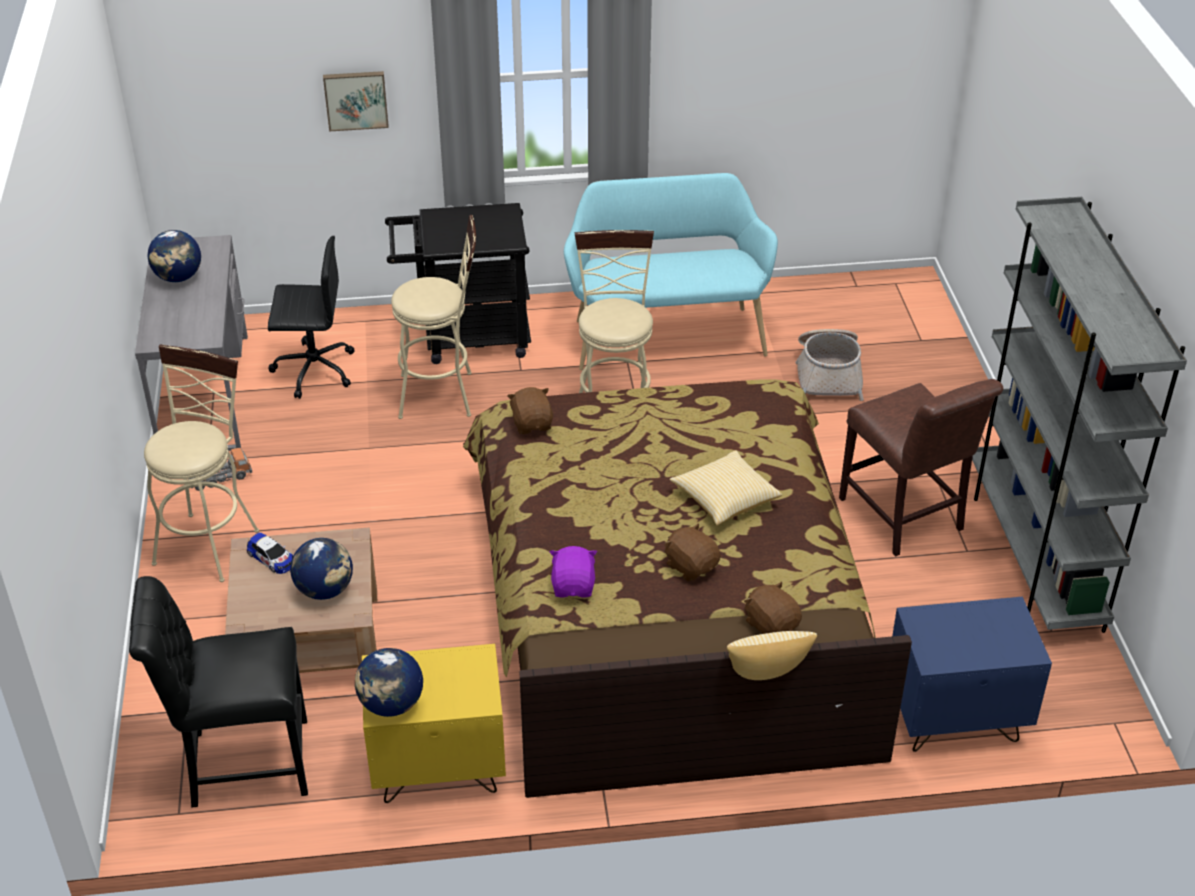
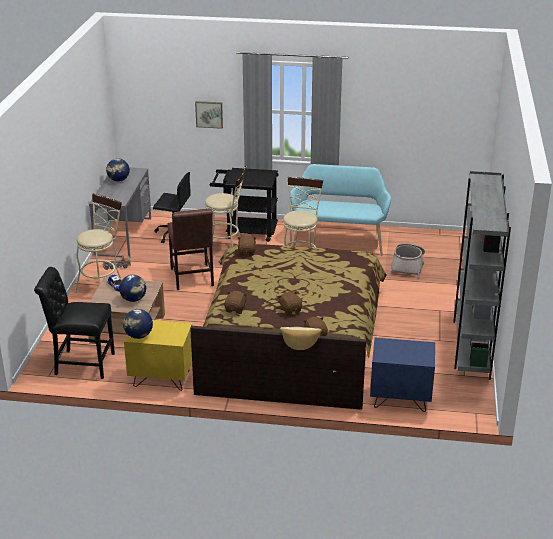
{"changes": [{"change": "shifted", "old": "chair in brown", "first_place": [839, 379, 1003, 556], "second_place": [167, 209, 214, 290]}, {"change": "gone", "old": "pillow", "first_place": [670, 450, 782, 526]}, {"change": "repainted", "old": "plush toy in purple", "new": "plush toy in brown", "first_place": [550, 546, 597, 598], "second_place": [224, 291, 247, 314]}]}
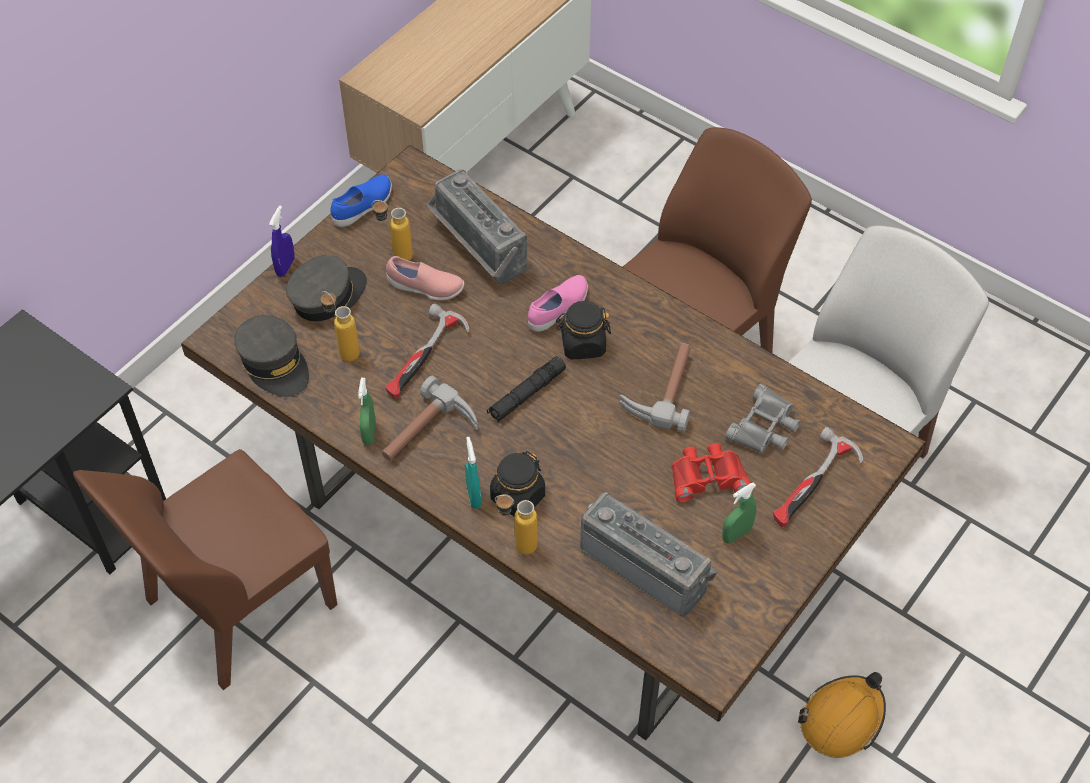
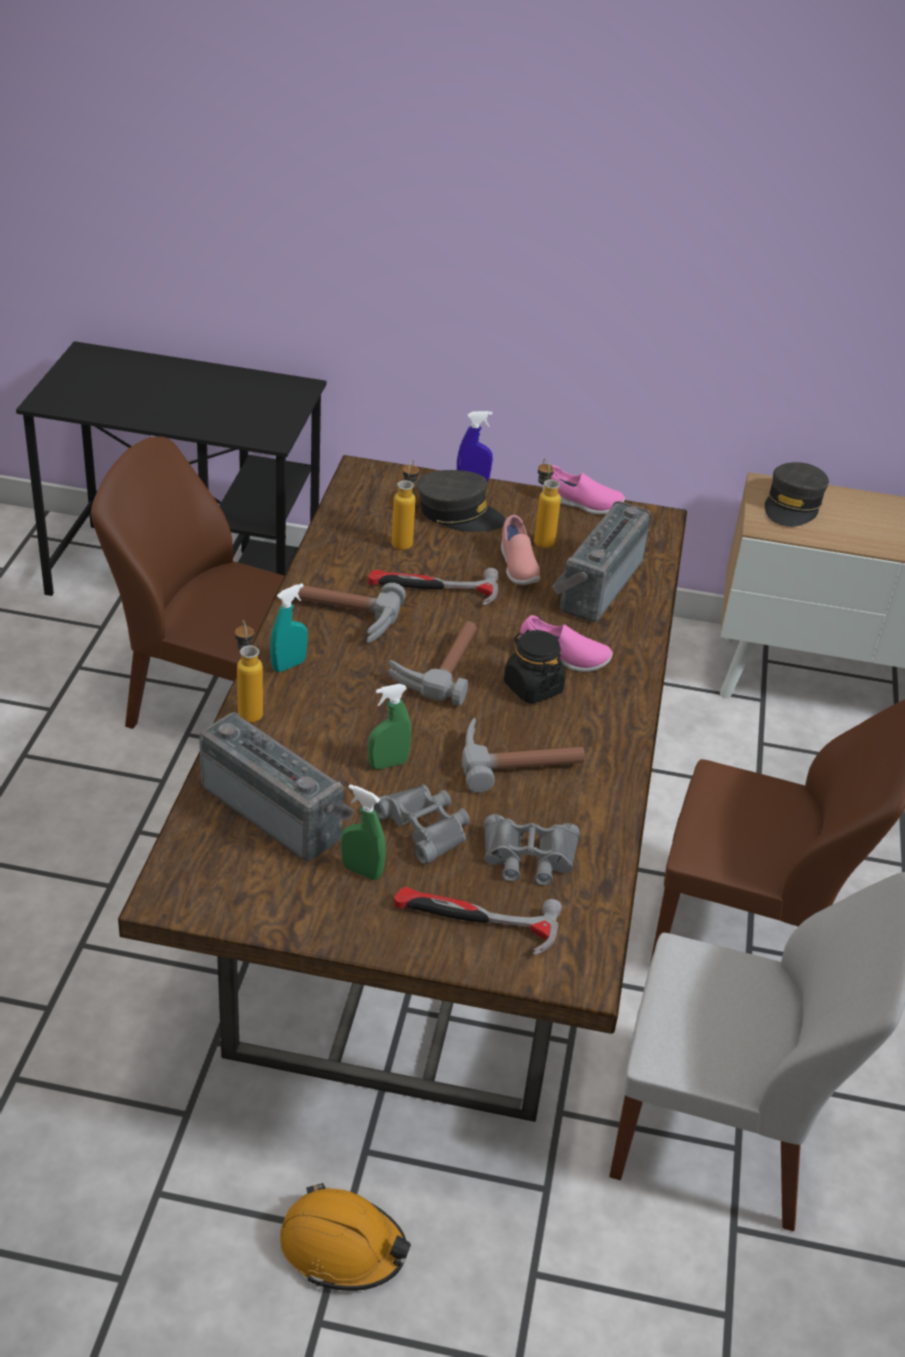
{"changes": [{"change": "repainted", "old": "shoe in blue", "new": "shoe in pink", "first_place": [330, 174, 392, 227], "second_place": [543, 465, 625, 514]}, {"change": "shifted", "old": "cap in grey", "first_place": [234, 315, 309, 397], "second_place": [765, 462, 829, 527]}, {"change": "swapped", "old": "flashlight in black", "new": "hammer", "first_place": [487, 356, 566, 422], "second_place": [388, 621, 477, 706]}, {"change": "shifted", "old": "spray bottle in green", "first_place": [358, 378, 376, 446], "second_place": [368, 684, 411, 770]}, {"change": "repainted", "old": "binoculars in red", "new": "binoculars in grey", "first_place": [671, 443, 751, 503], "second_place": [373, 784, 470, 864]}, {"change": "gone", "old": "jar in black", "first_place": [490, 451, 545, 516]}, {"change": "rotated", "old": "radio", "first_place": [580, 492, 718, 617], "second_place": [199, 712, 355, 862], "degrees": -60}]}
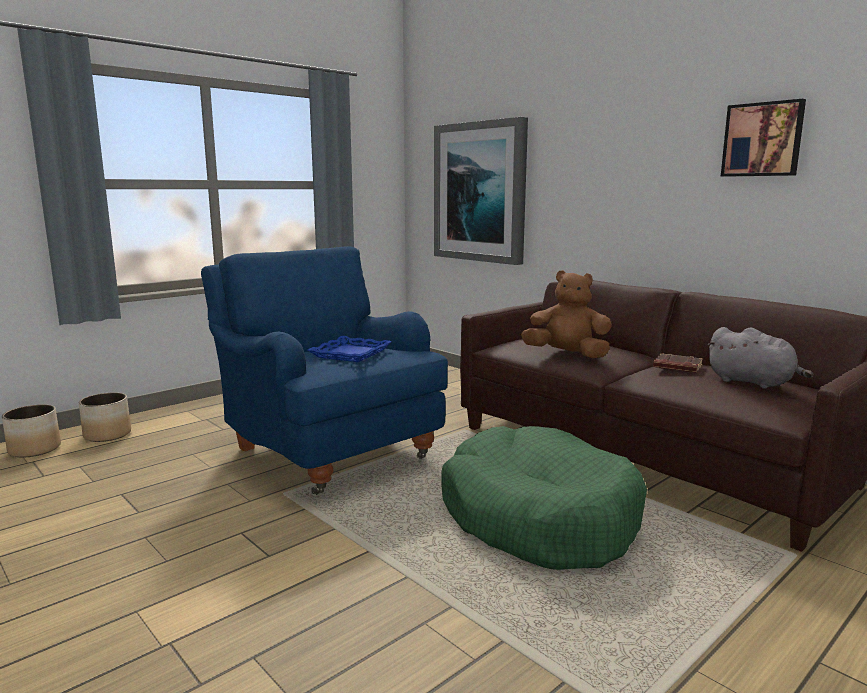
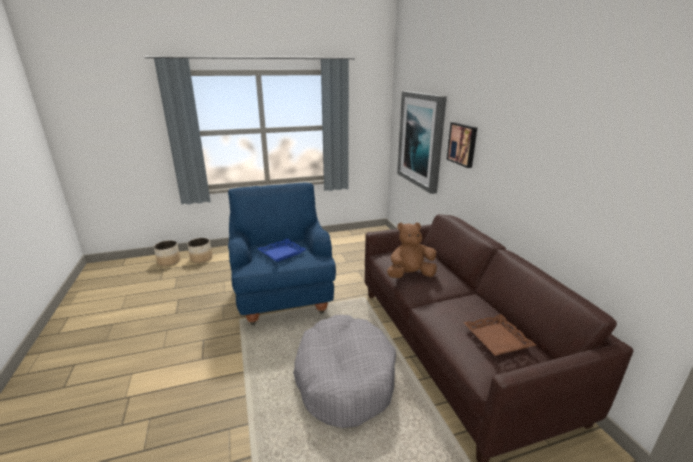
{"changes": [{"change": "shifted", "old": "picture", "first_place": [721, 99, 806, 177], "second_place": [447, 122, 477, 168]}, {"change": "rotated", "old": "plush toy in brown", "first_place": [521, 270, 612, 358], "second_place": [387, 222, 437, 278], "degrees": -60}, {"change": "swapped", "old": "plush toy in grey", "new": "tray in brown", "first_place": [707, 327, 813, 389], "second_place": [464, 314, 536, 356]}, {"change": "gone", "old": "book in brown", "first_place": [653, 353, 703, 373]}, {"change": "repainted", "old": "dog bed in green", "new": "dog bed in grey", "first_place": [441, 426, 647, 570], "second_place": [293, 315, 396, 428]}]}
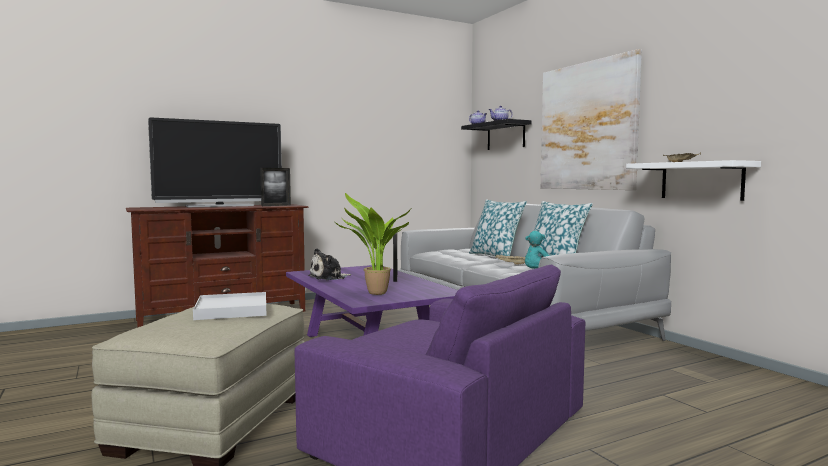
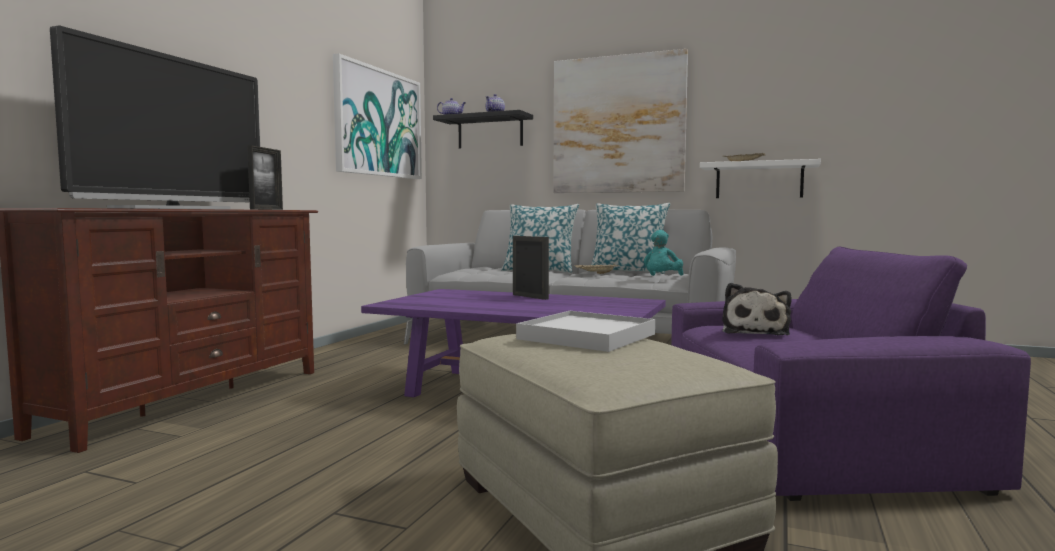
{"changes": [{"change": "gone", "old": "potted plant", "first_place": [335, 193, 411, 295]}, {"change": "shifted", "old": "plush toy", "first_place": [308, 248, 352, 280], "second_place": [722, 283, 792, 335]}, {"change": "new", "new": "picture", "second_place": [333, 53, 422, 179]}]}
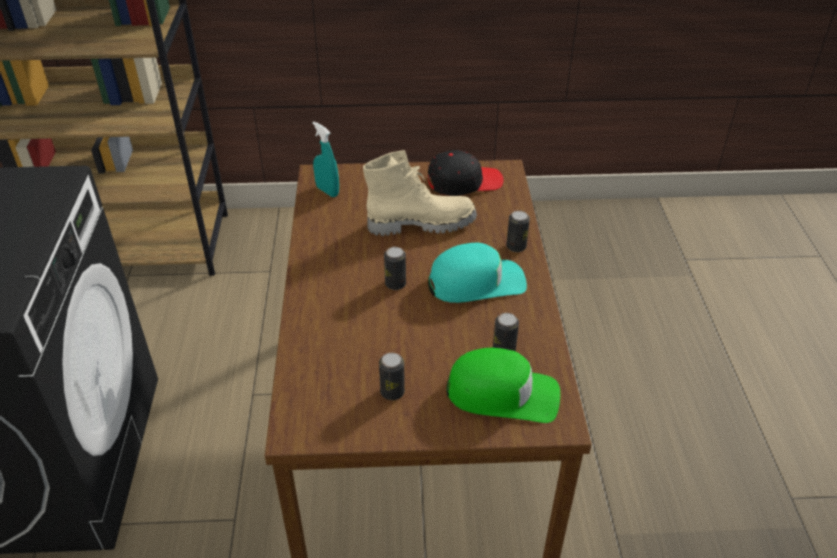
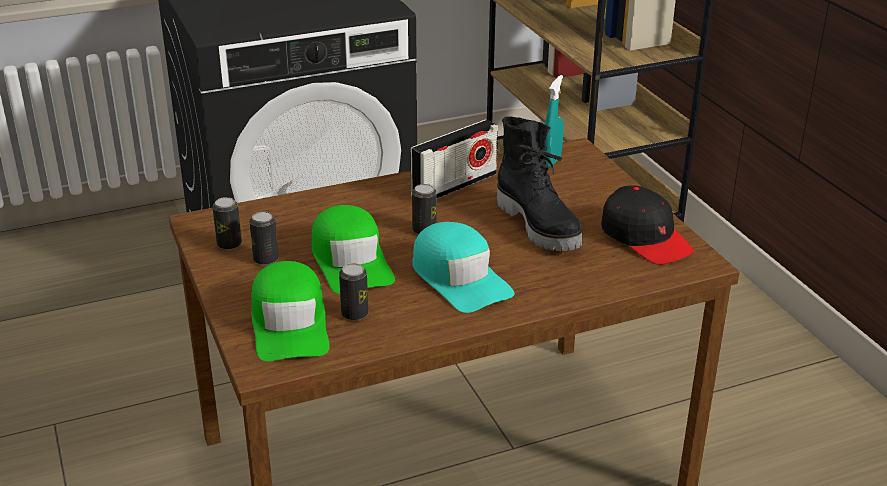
{"changes": [{"change": "repainted", "old": "boot in beige", "new": "boot in black", "first_place": [363, 150, 477, 236], "second_place": [497, 116, 582, 251]}, {"change": "shifted", "old": "can", "first_place": [506, 210, 530, 252], "second_place": [212, 197, 242, 250]}, {"change": "new", "new": "radio", "second_place": [411, 119, 498, 199]}, {"change": "new", "new": "cap in green", "second_place": [312, 205, 395, 294]}]}
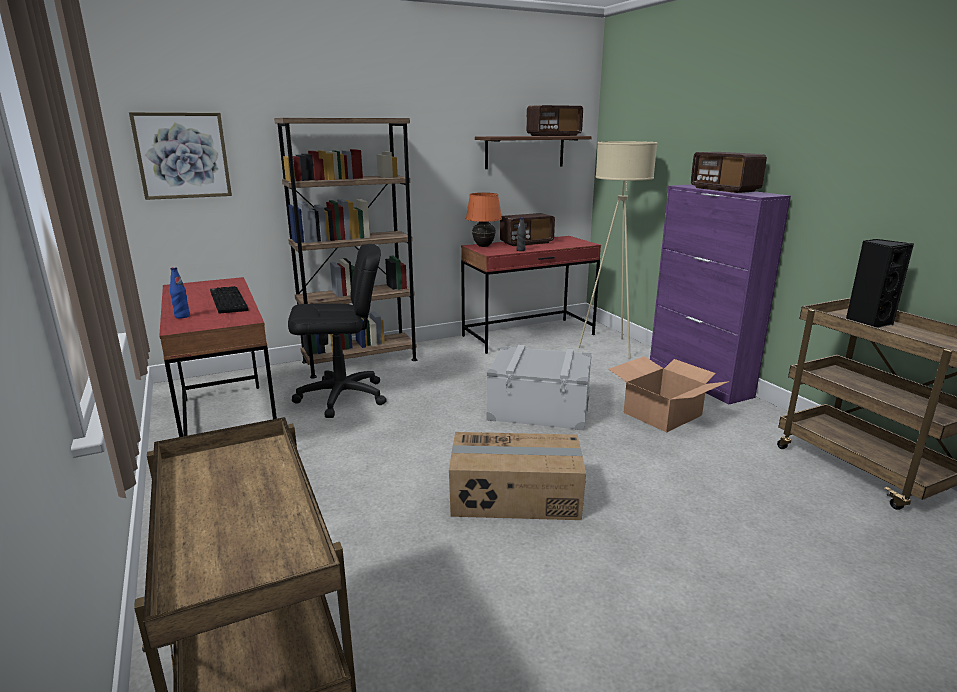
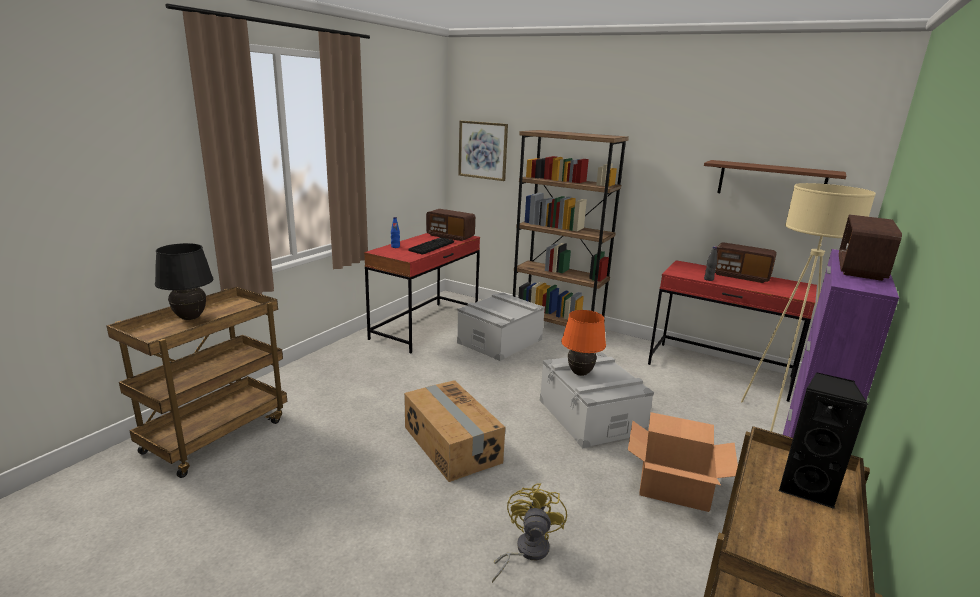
{"changes": [{"change": "shifted", "old": "radio", "first_place": [526, 105, 583, 136], "second_place": [426, 209, 475, 241]}, {"change": "shifted", "old": "table lamp in orange", "first_place": [466, 193, 502, 247], "second_place": [561, 310, 606, 376]}, {"change": "swapped", "old": "office chair in black", "new": "storage box in grey", "first_place": [288, 244, 387, 418], "second_place": [457, 292, 545, 361]}, {"change": "new", "new": "table lamp in black", "second_place": [155, 243, 213, 320]}, {"change": "new", "new": "fan in yellow", "second_place": [492, 483, 567, 583]}]}
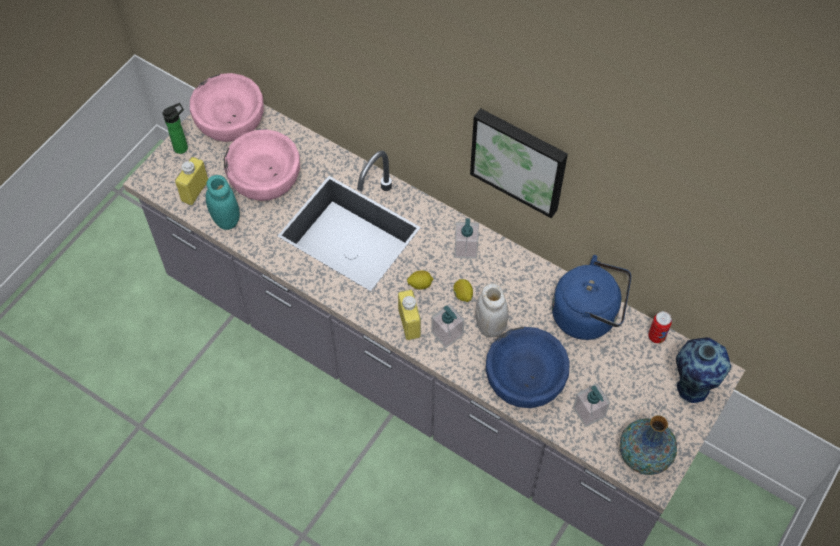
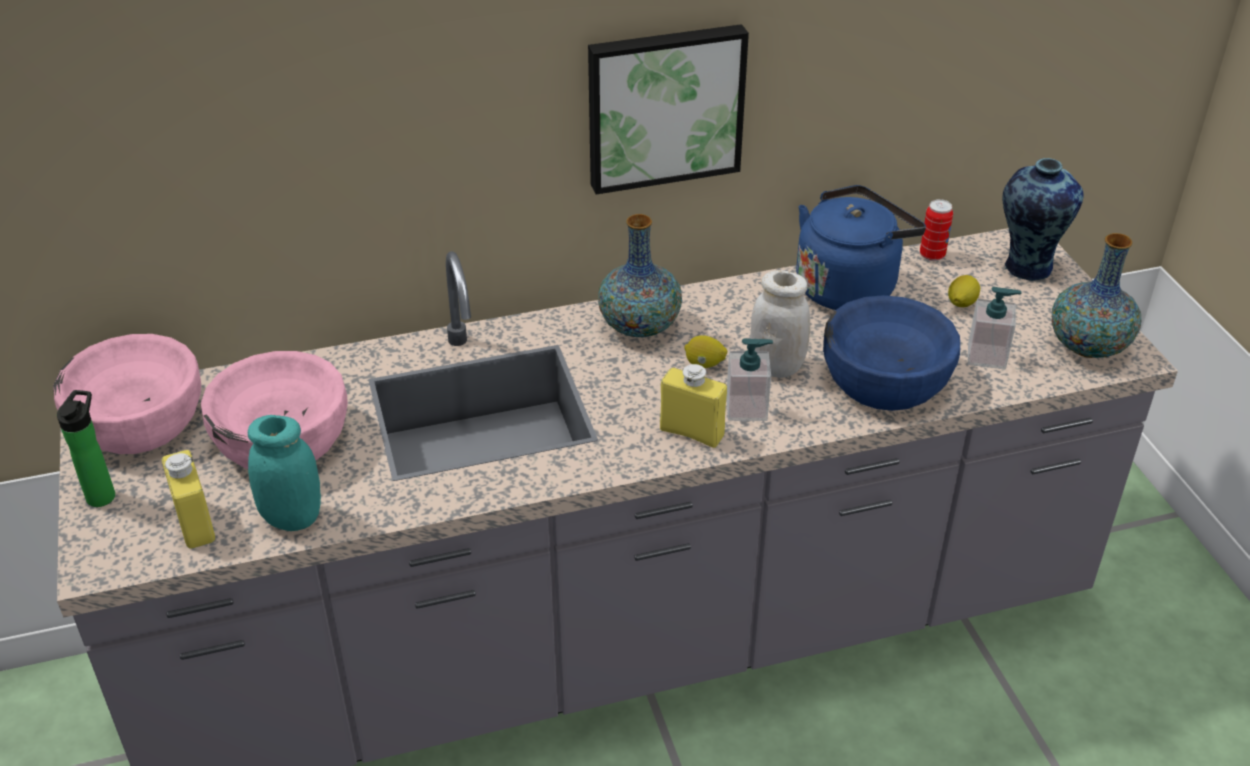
{"changes": [{"change": "swapped", "old": "soap dispenser", "new": "vase", "first_place": [455, 218, 479, 259], "second_place": [598, 214, 682, 337]}, {"change": "shifted", "old": "lemon", "first_place": [407, 270, 433, 290], "second_place": [948, 275, 980, 307]}]}
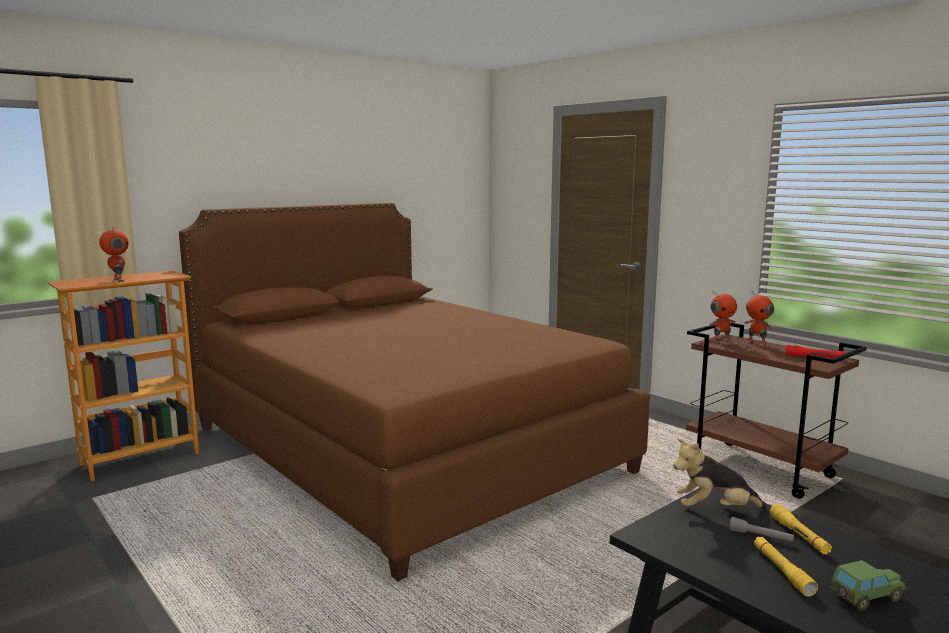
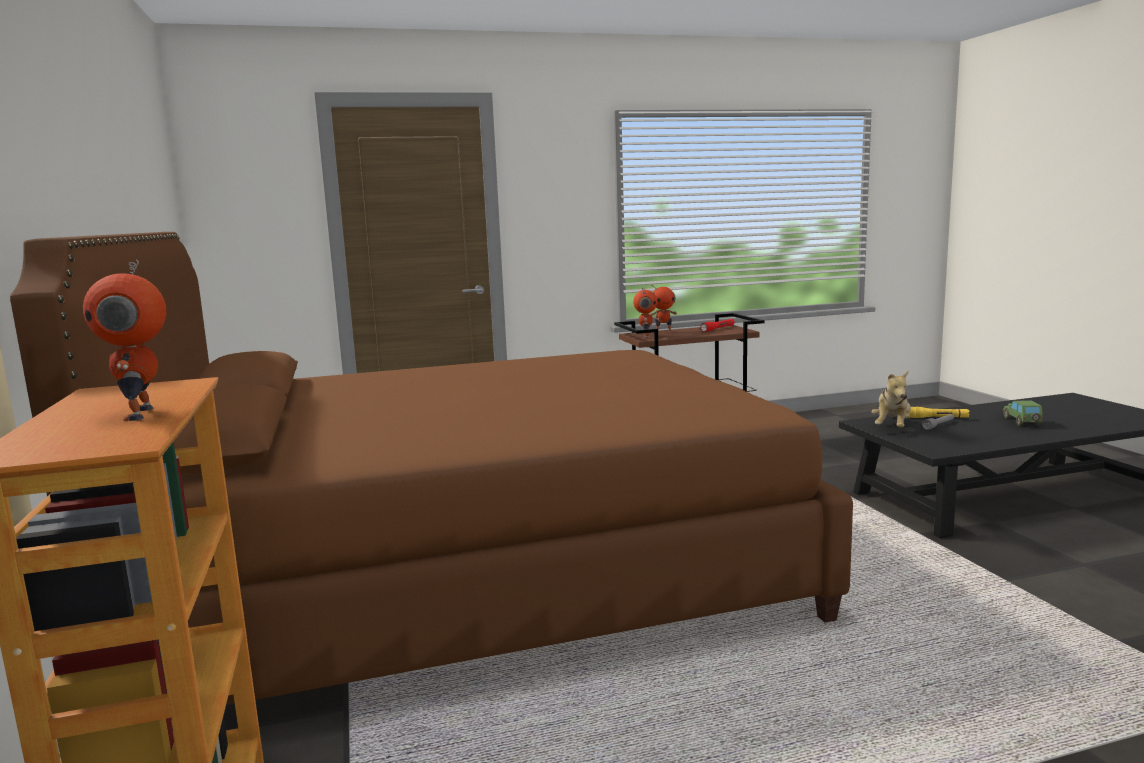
{"changes": [{"change": "rotated", "old": "toy robot", "first_place": [99, 226, 129, 282], "second_place": [83, 260, 166, 421], "degrees": -90}, {"change": "gone", "old": "flashlight in yellow", "first_place": [754, 537, 818, 597]}]}
